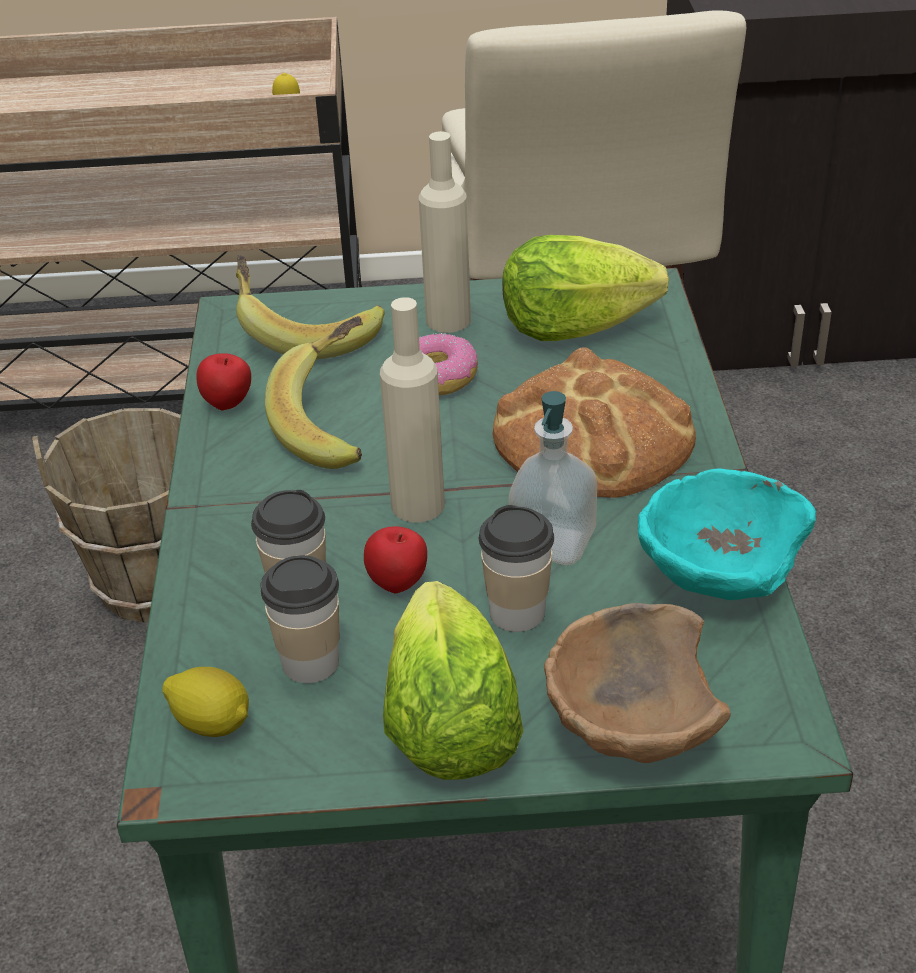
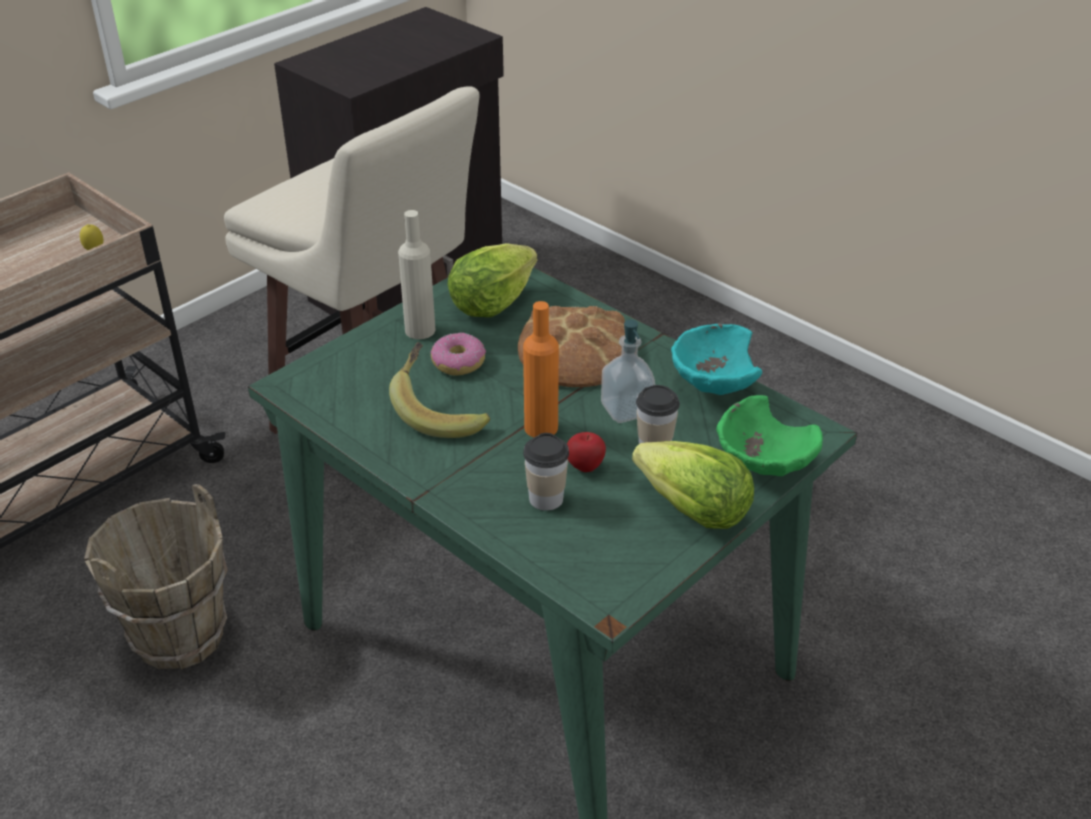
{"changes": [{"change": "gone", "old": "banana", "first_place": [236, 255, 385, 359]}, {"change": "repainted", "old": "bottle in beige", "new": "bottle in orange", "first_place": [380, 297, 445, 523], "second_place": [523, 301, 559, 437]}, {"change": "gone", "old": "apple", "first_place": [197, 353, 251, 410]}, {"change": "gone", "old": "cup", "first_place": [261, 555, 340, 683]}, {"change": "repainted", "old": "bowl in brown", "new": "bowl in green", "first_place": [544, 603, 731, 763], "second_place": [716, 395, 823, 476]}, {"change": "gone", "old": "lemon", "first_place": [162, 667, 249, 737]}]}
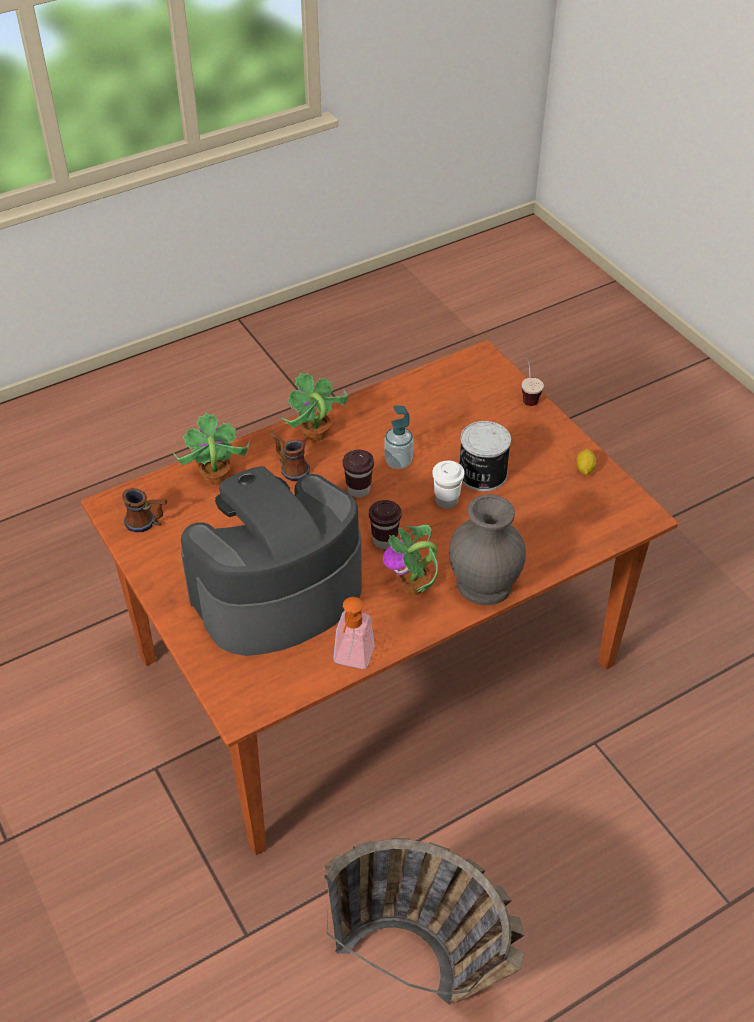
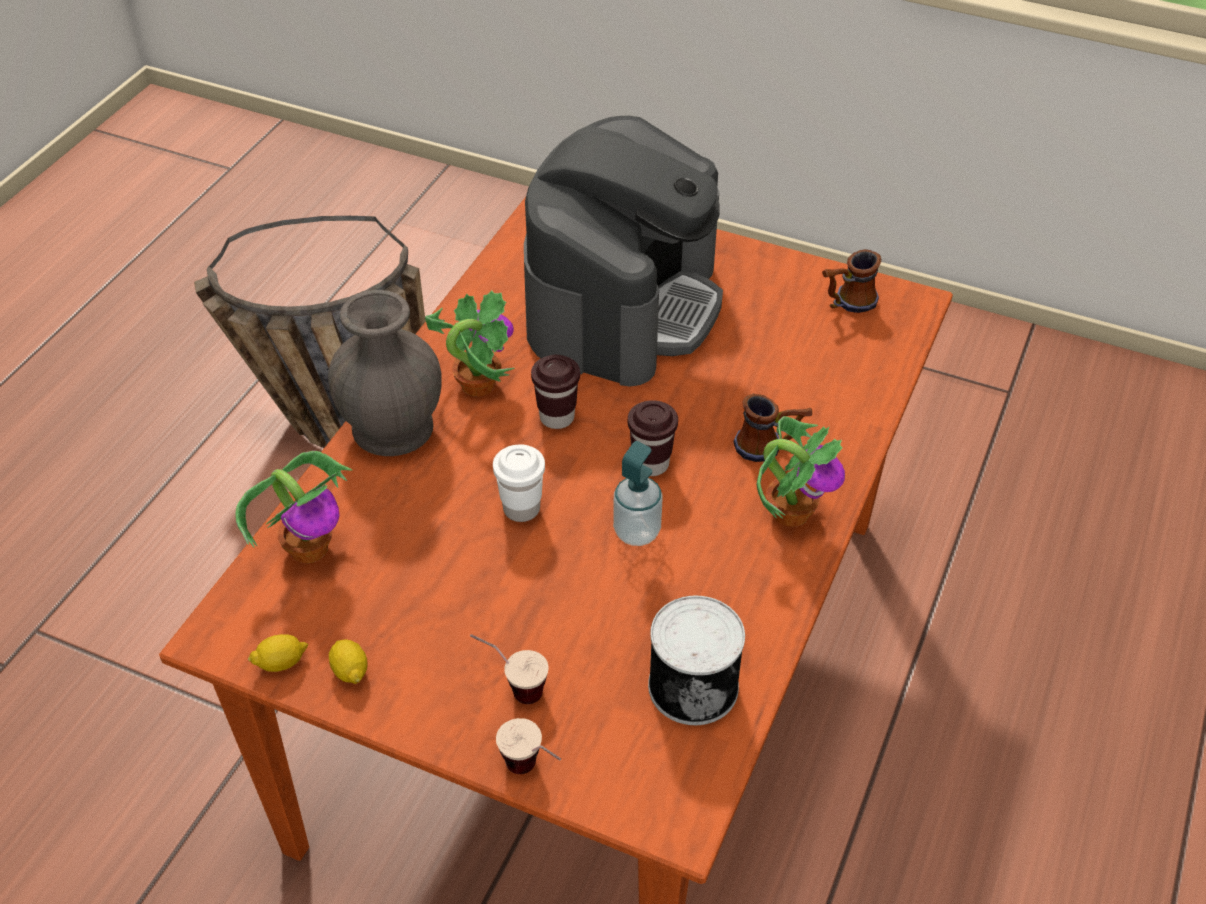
{"changes": [{"change": "shifted", "old": "potted plant", "first_place": [172, 413, 250, 485], "second_place": [235, 451, 352, 563]}, {"change": "shifted", "old": "can", "first_place": [460, 421, 511, 491], "second_place": [648, 596, 745, 725]}, {"change": "gone", "old": "soap dispenser", "first_place": [334, 597, 375, 669]}, {"change": "new", "new": "lemon", "second_place": [248, 634, 308, 672]}, {"change": "new", "new": "cup", "second_place": [470, 634, 549, 704]}]}
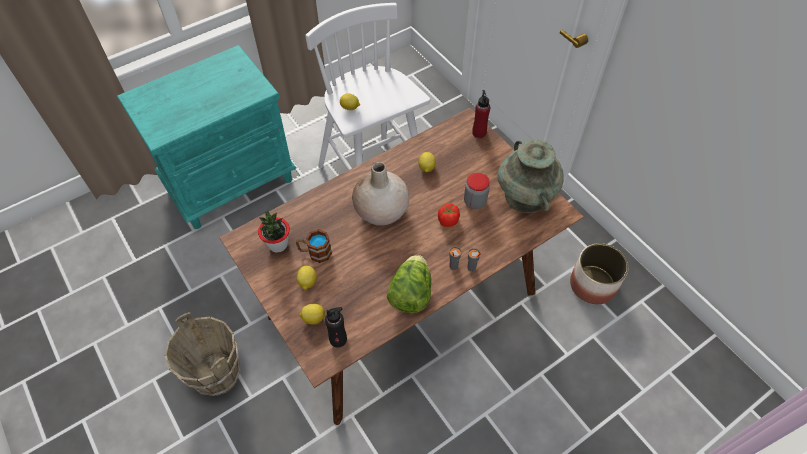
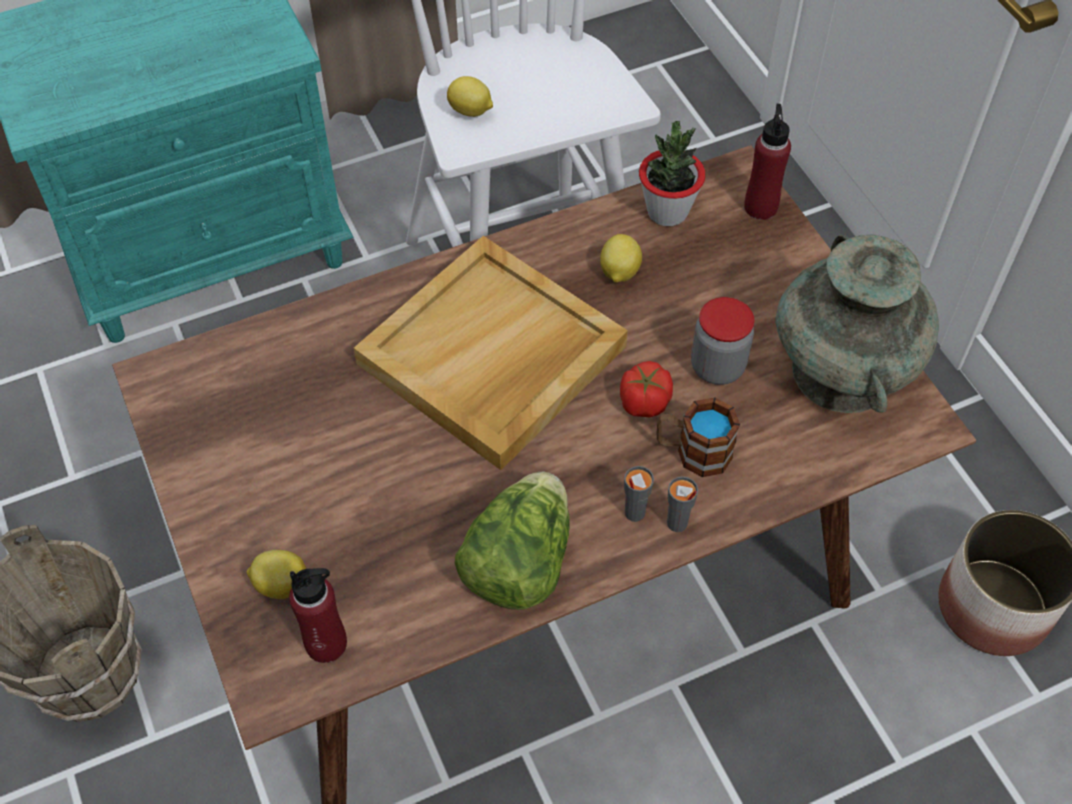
{"changes": [{"change": "swapped", "old": "vase in beige", "new": "tray in beige", "first_place": [352, 162, 410, 225], "second_place": [354, 236, 628, 470]}, {"change": "shifted", "old": "potted plant", "first_place": [258, 211, 290, 253], "second_place": [639, 121, 706, 226]}, {"change": "shifted", "old": "mug", "first_place": [296, 229, 332, 263], "second_place": [657, 397, 740, 477]}, {"change": "gone", "old": "lemon", "first_place": [296, 266, 317, 290]}, {"change": "repainted", "old": "bottle in black", "new": "bottle in red", "first_place": [325, 307, 347, 348], "second_place": [289, 568, 347, 663]}]}
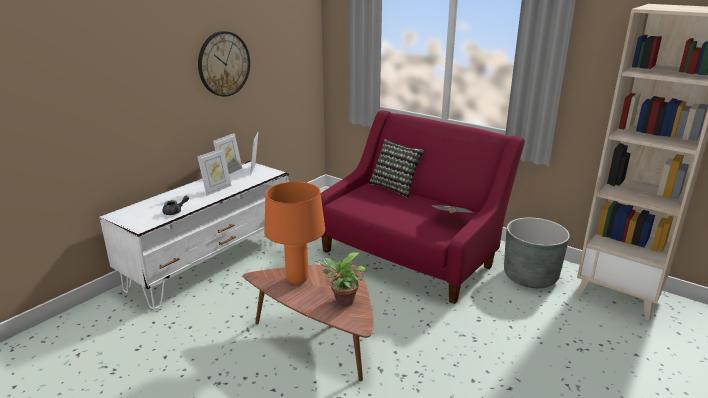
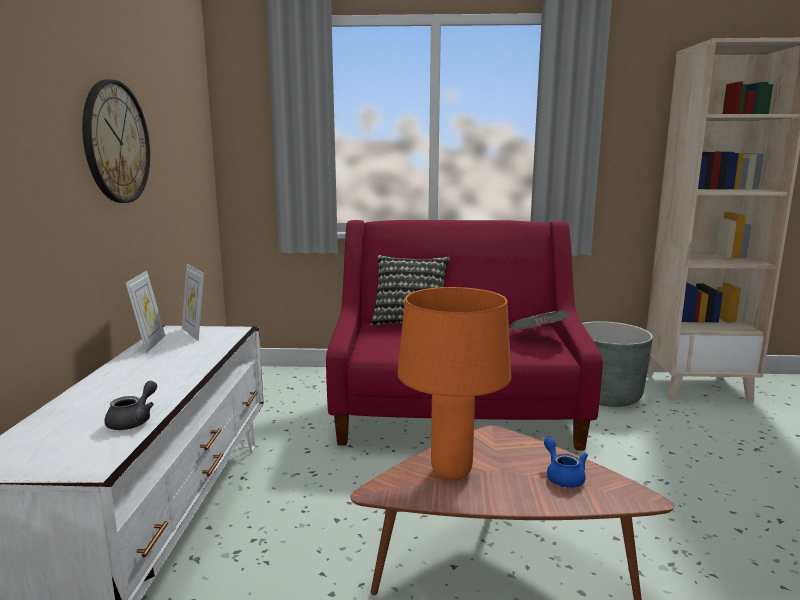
{"changes": [{"change": "gone", "old": "picture frame", "first_place": [197, 148, 231, 196]}, {"change": "swapped", "old": "potted plant", "new": "teapot in blue", "first_place": [315, 252, 367, 306], "second_place": [544, 437, 588, 488]}]}
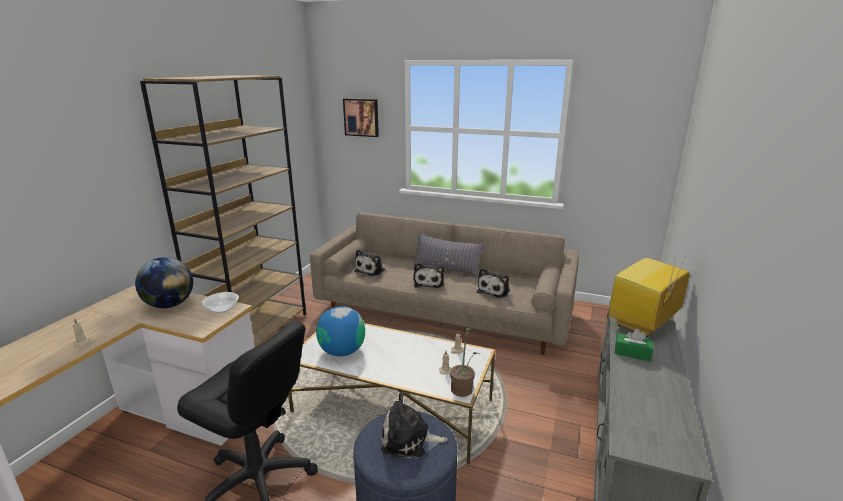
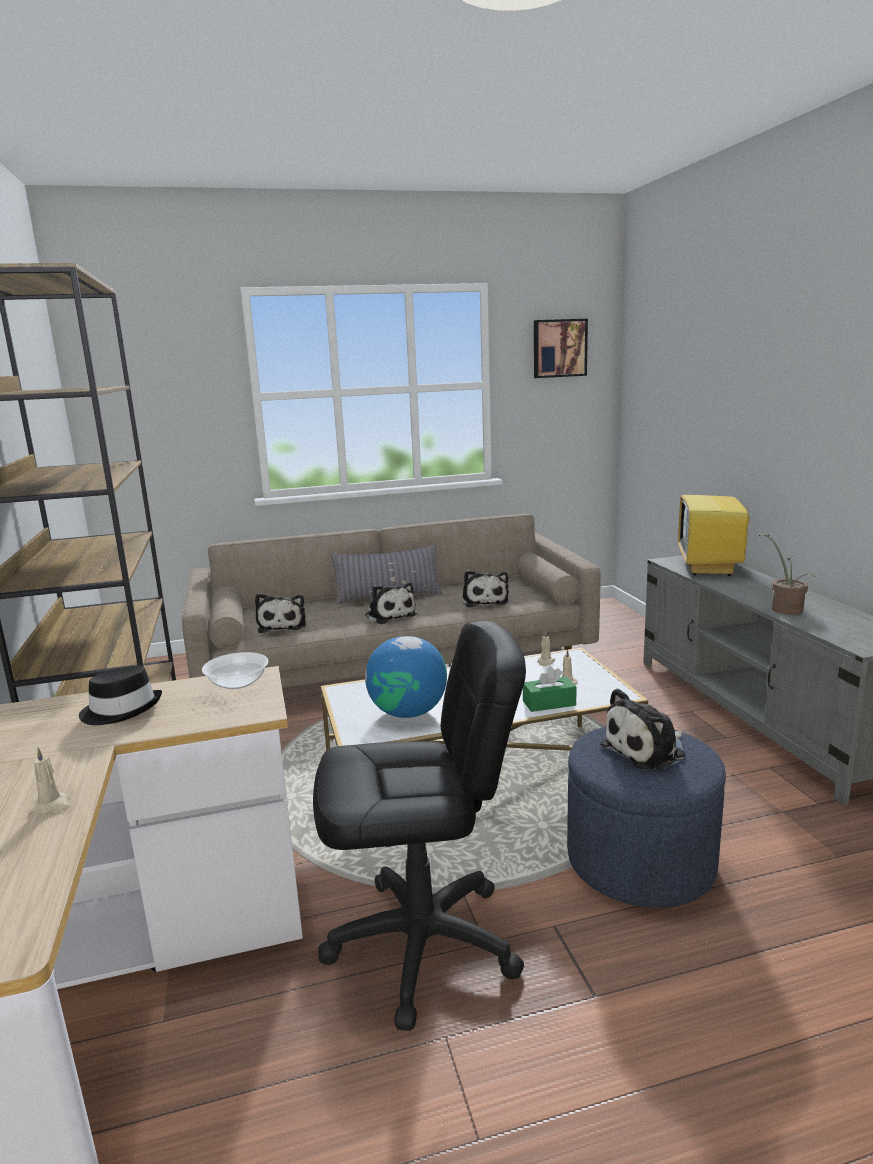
{"changes": [{"change": "shifted", "old": "picture", "first_place": [343, 98, 379, 137], "second_place": [534, 319, 588, 378]}, {"change": "swapped", "old": "globe", "new": "hat in black", "first_place": [135, 257, 193, 308], "second_place": [79, 666, 162, 725]}, {"change": "shifted", "old": "potted plant", "first_place": [450, 328, 479, 397], "second_place": [759, 534, 817, 615]}, {"change": "shifted", "old": "tissue box in green", "first_place": [615, 329, 653, 361], "second_place": [523, 666, 577, 712]}]}
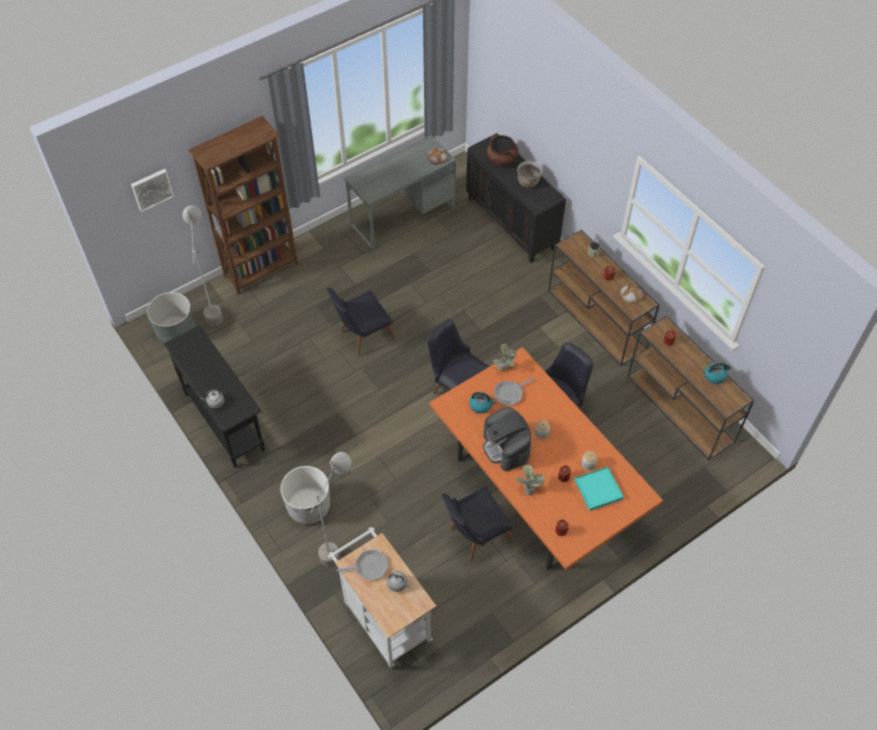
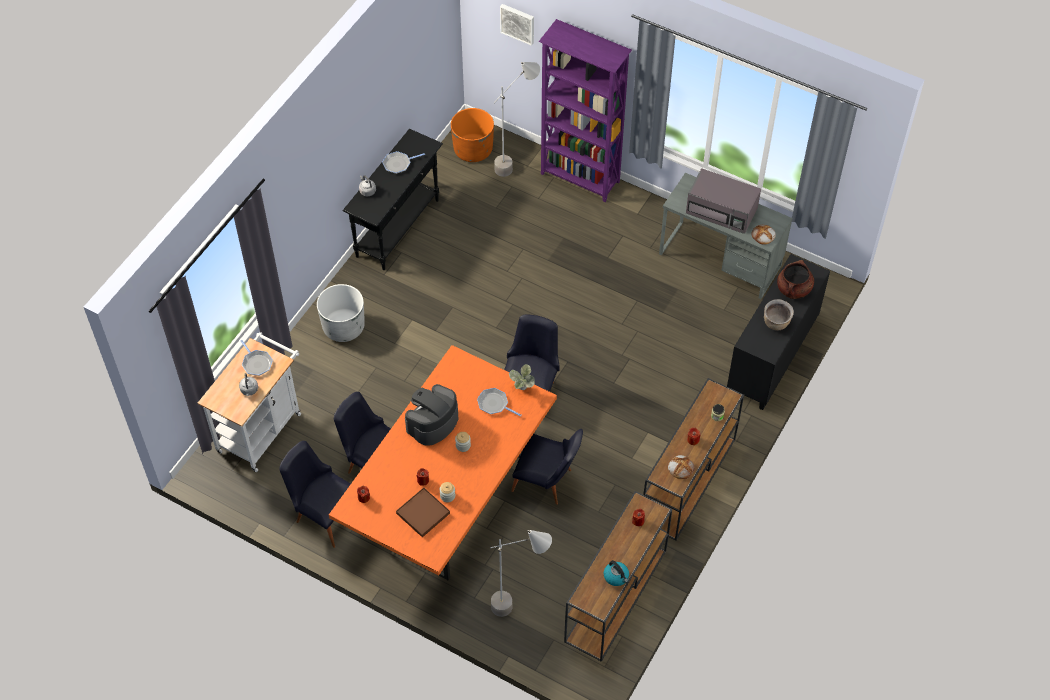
{"changes": [{"change": "repainted", "old": "bookcase in brown", "new": "bookcase in purple", "first_place": [188, 116, 298, 295], "second_place": [539, 19, 632, 202]}, {"change": "shifted", "old": "chair in black", "first_place": [327, 288, 396, 357], "second_place": [279, 441, 351, 548]}, {"change": "repainted", "old": "planter in grey", "new": "planter in orange", "first_place": [147, 292, 195, 343], "second_place": [451, 108, 494, 162]}, {"change": "gone", "old": "kettle", "first_place": [469, 392, 496, 413]}, {"change": "shifted", "old": "floor lamp in grey", "first_place": [310, 452, 351, 567], "second_place": [490, 530, 552, 617]}, {"change": "gone", "old": "potted plant", "first_place": [516, 465, 545, 495]}, {"change": "repainted", "old": "tray in turquoise", "new": "tray in brown", "first_place": [575, 467, 624, 511], "second_place": [396, 488, 450, 537]}, {"change": "new", "new": "frying pan", "second_place": [382, 151, 425, 174]}, {"change": "new", "new": "microwave in grey", "second_place": [686, 168, 761, 234]}]}
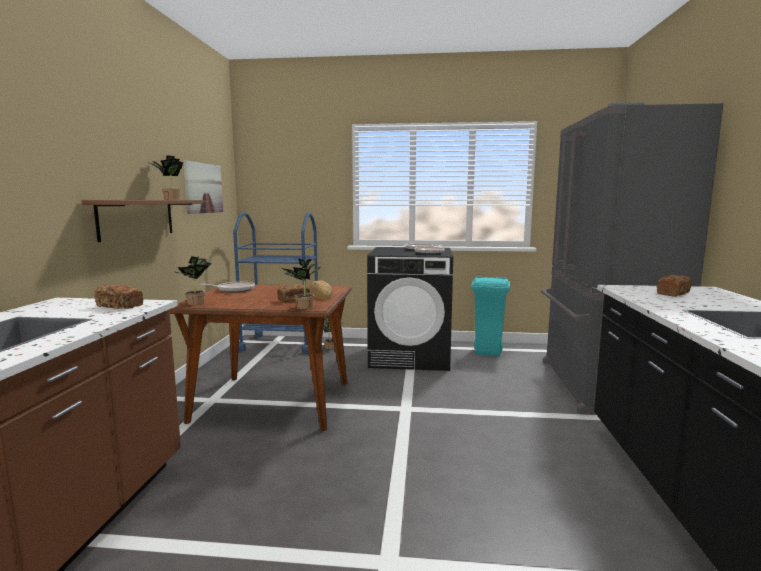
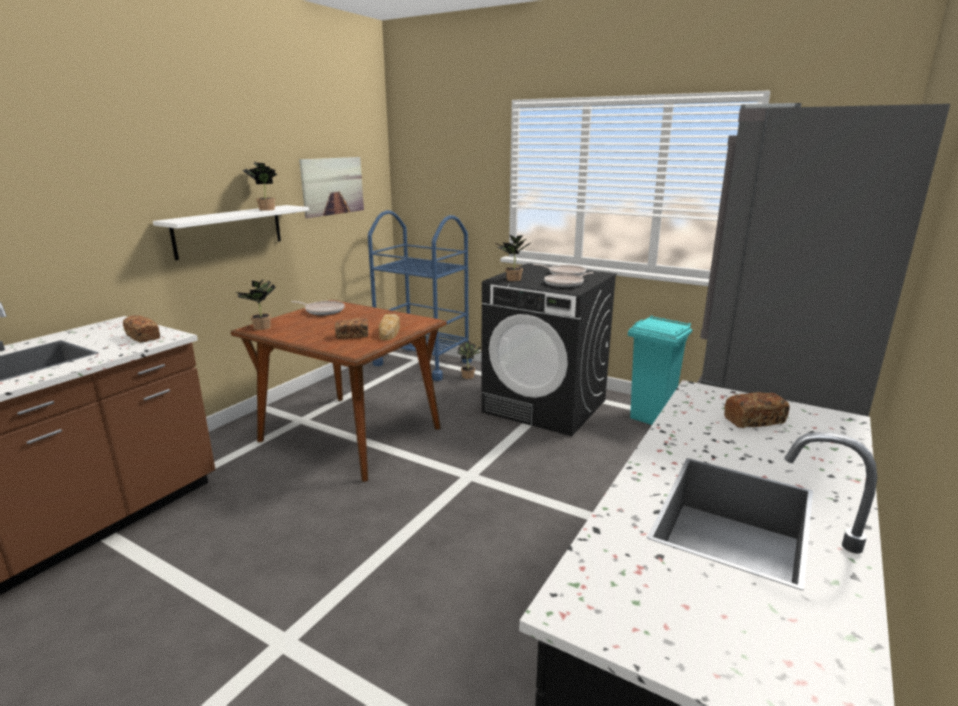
{"changes": [{"change": "repainted", "old": "shelf in brown", "new": "shelf in white", "first_place": [82, 200, 204, 242], "second_place": [153, 205, 309, 260]}, {"change": "shifted", "old": "potted plant", "first_place": [281, 258, 322, 309], "second_place": [494, 234, 530, 281]}]}
